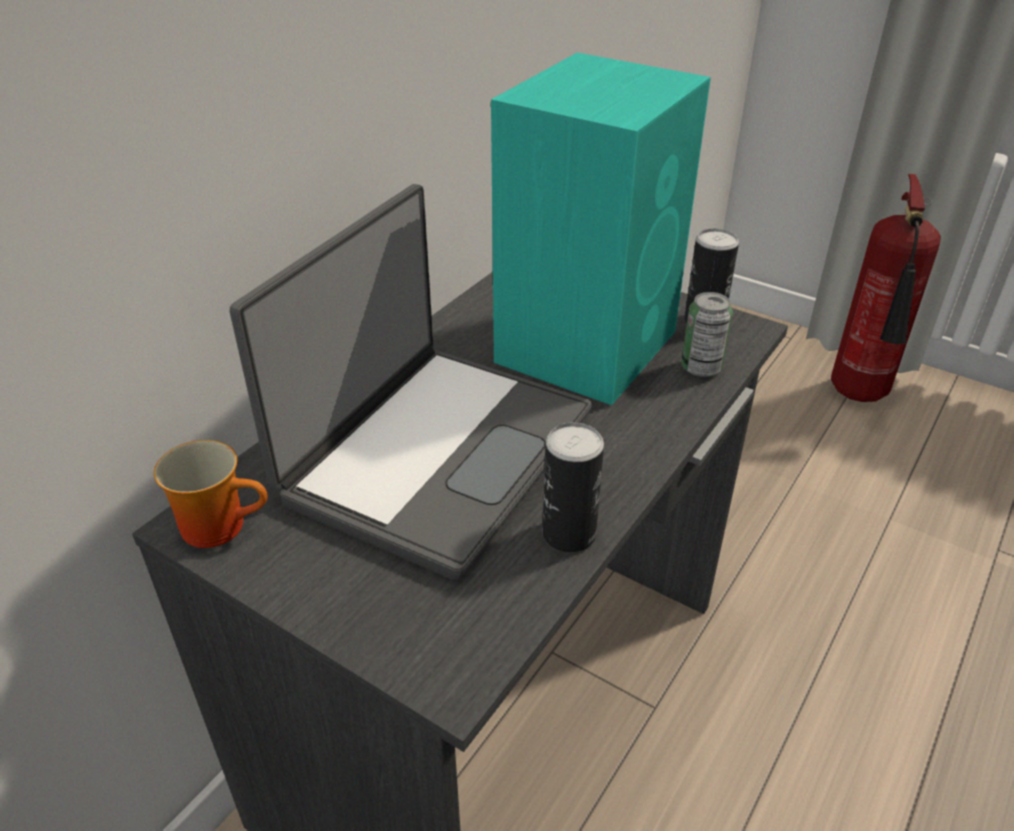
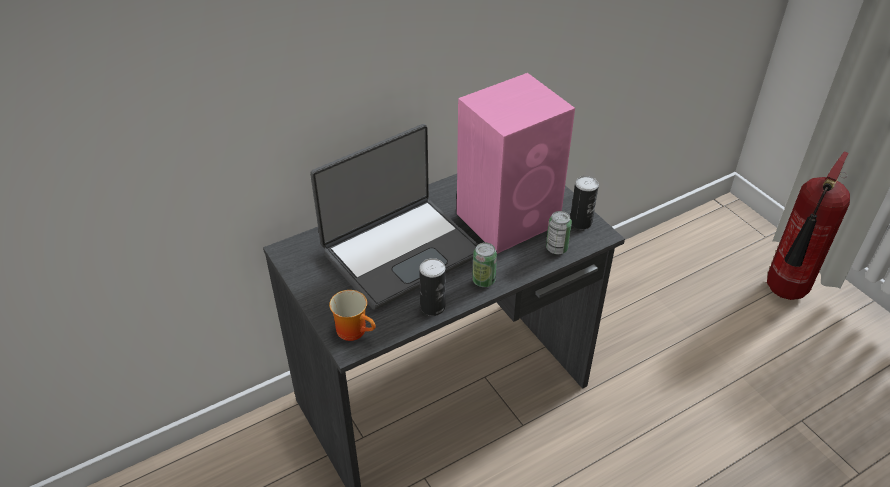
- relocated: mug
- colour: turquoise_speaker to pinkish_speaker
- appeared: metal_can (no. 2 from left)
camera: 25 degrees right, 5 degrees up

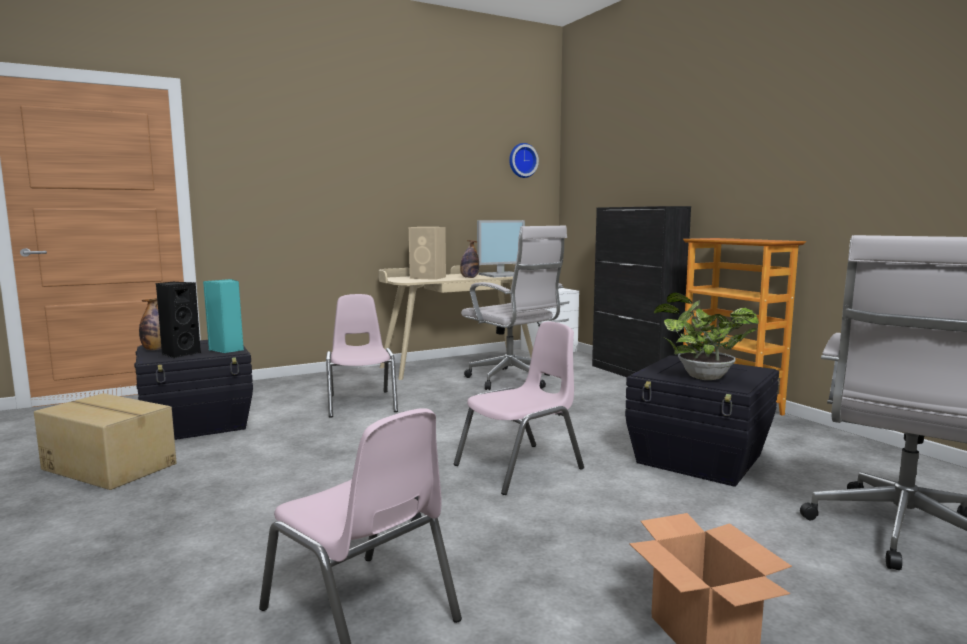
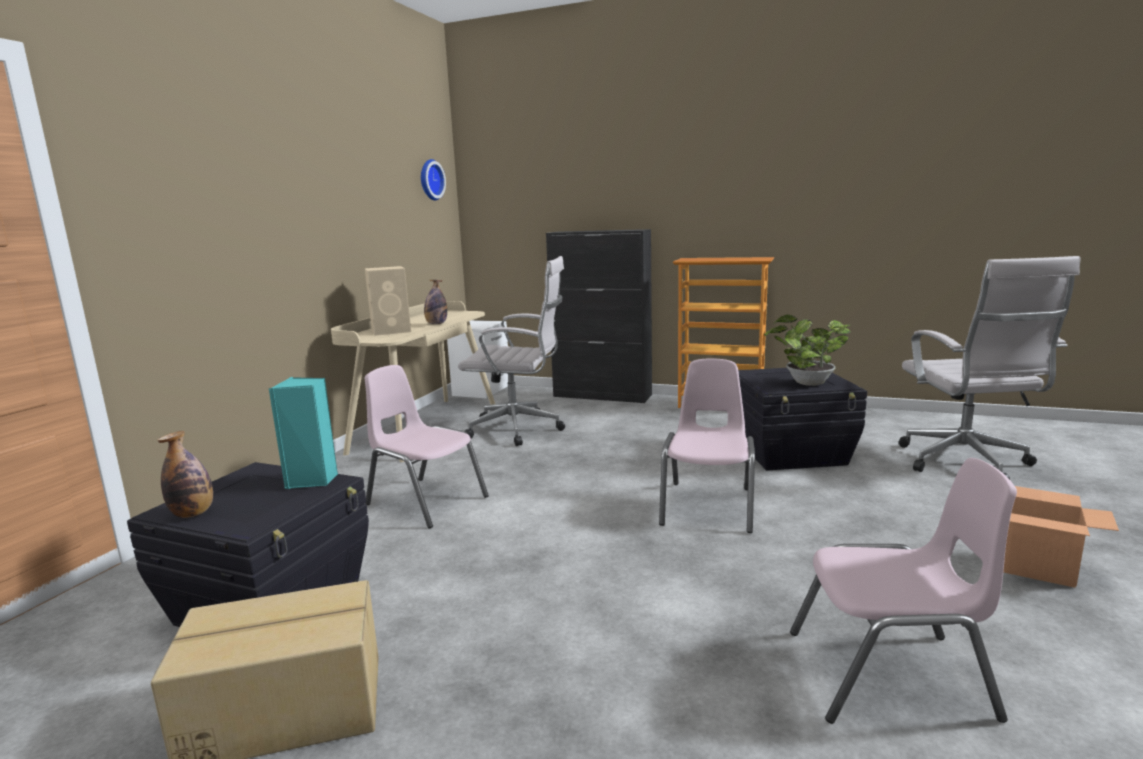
- missing: black_speaker
- missing: monitor
camera: 40 degrees left, 5 degrees up

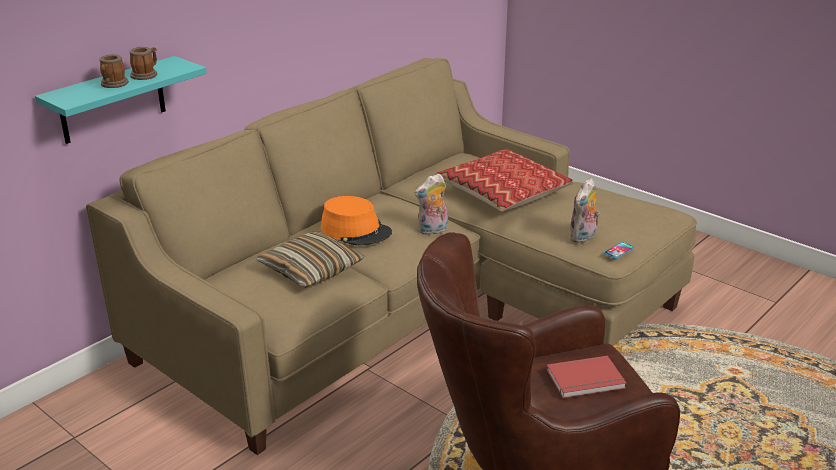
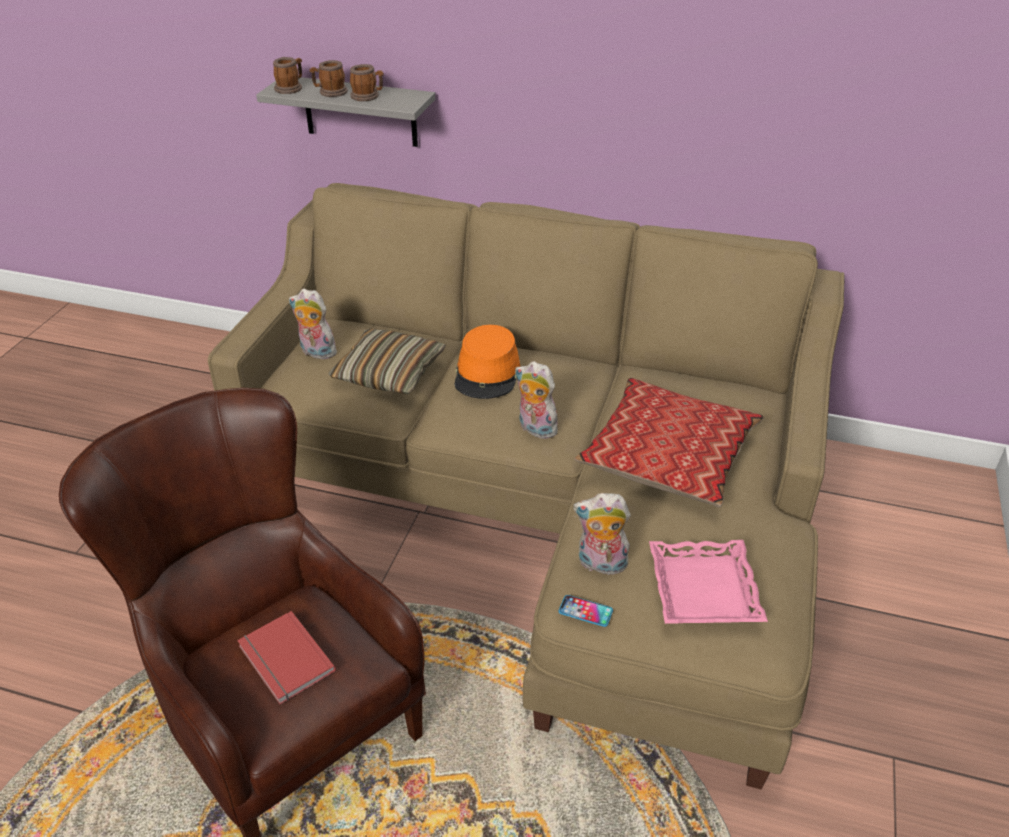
- colour: turquoise_wall_shelf to grey_wall_shelf
- appeared: mug (no. 1 from left)
- appeared: soft_toy (no. 1 from left)
- appeared: pinkish_serving_tray
camera: 65 degrees right, 10 degrees up

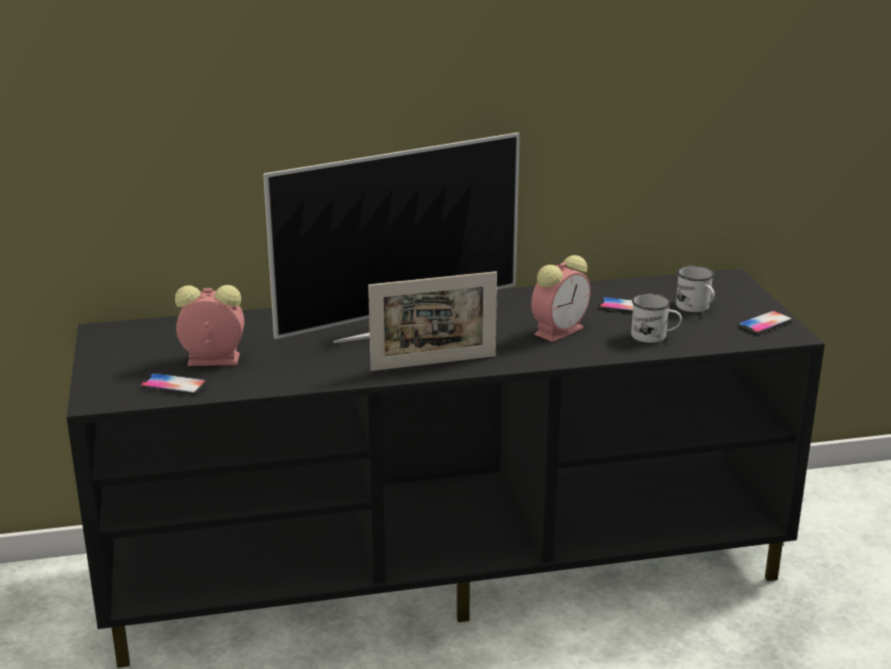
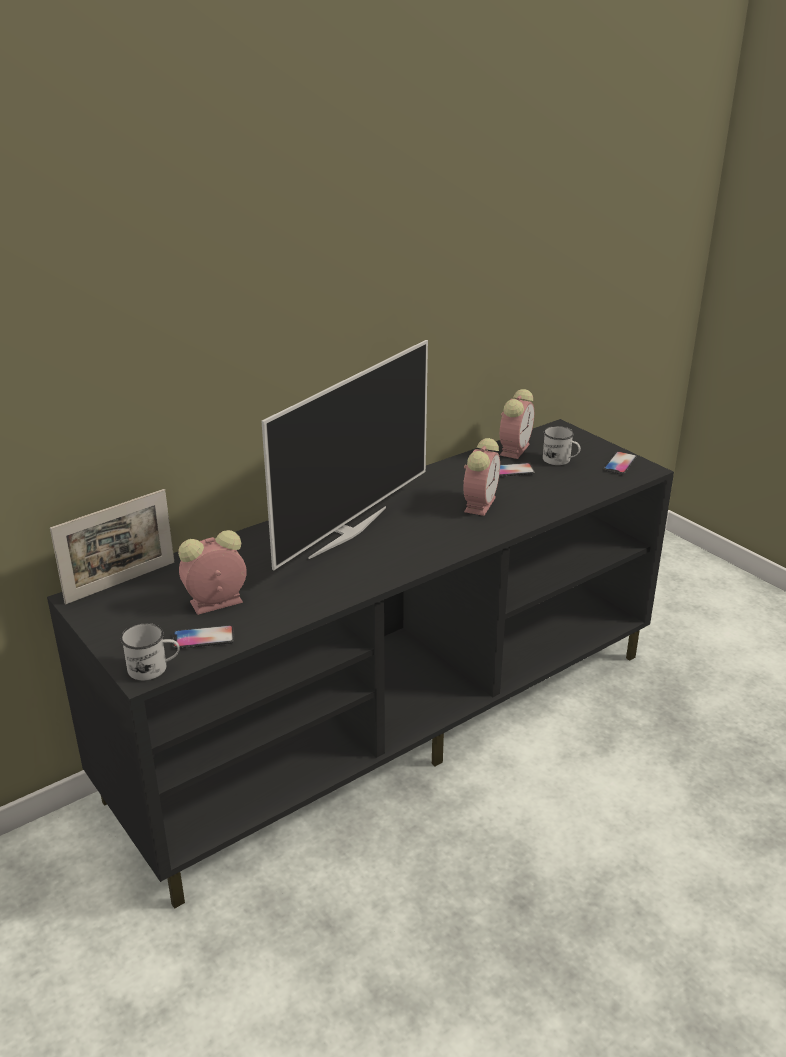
- relocated: standing_frame
- relocated: whitish_mug (no. 1 from left)
- appeared: bedside_clock (no. 3 from left)
camera: 25 degrees left, 5 degrees up

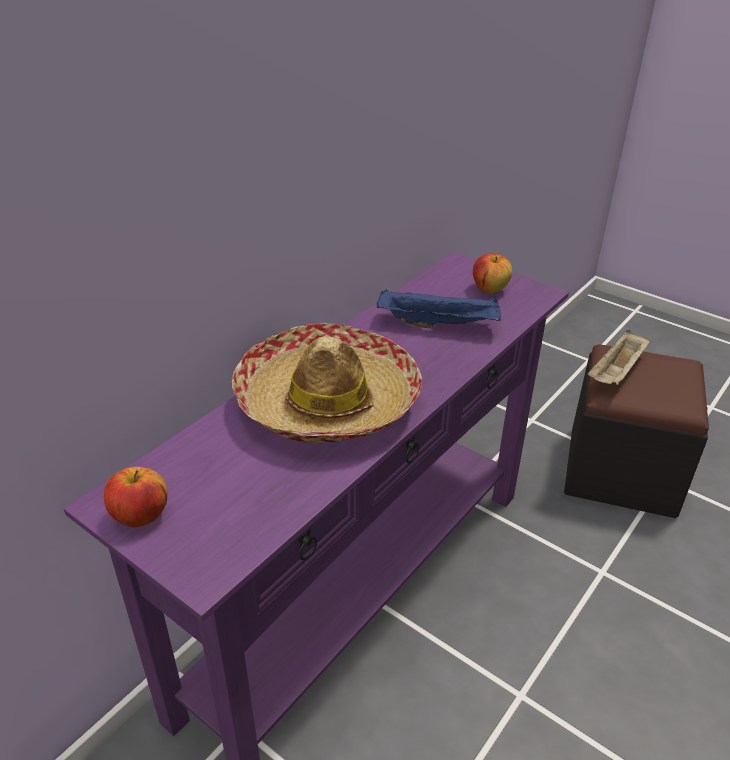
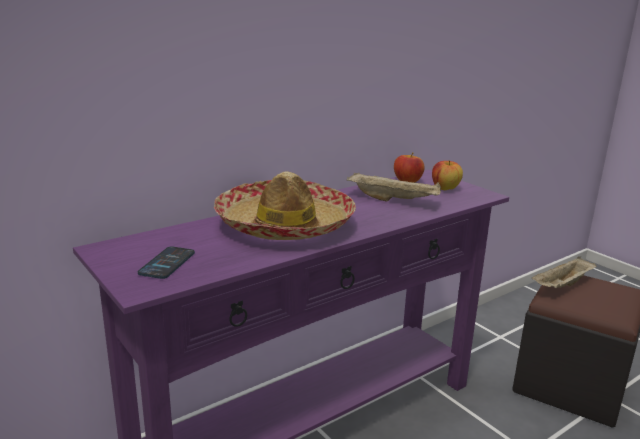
- relocated: apple (no. 1 from left)
- colour: blue_serving_tray to sand-coloured_serving_tray (no. 1 from left)
- appeared: handset
camera: 15 degrees right, 15 degrees down

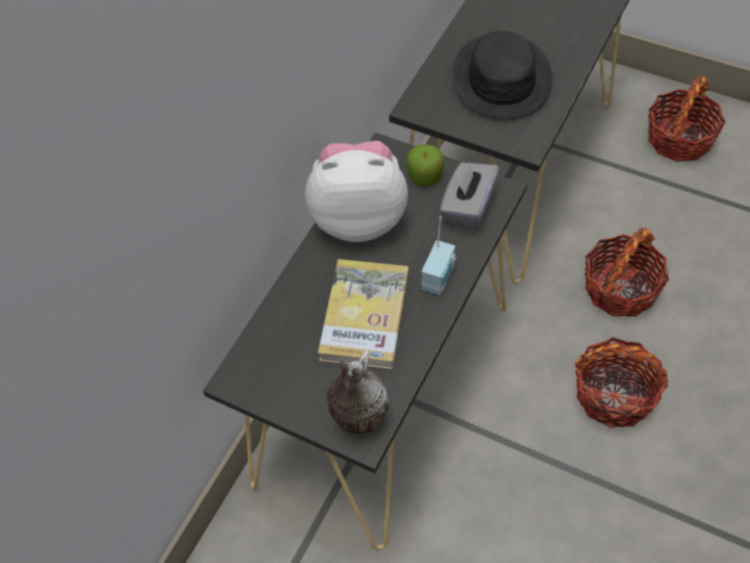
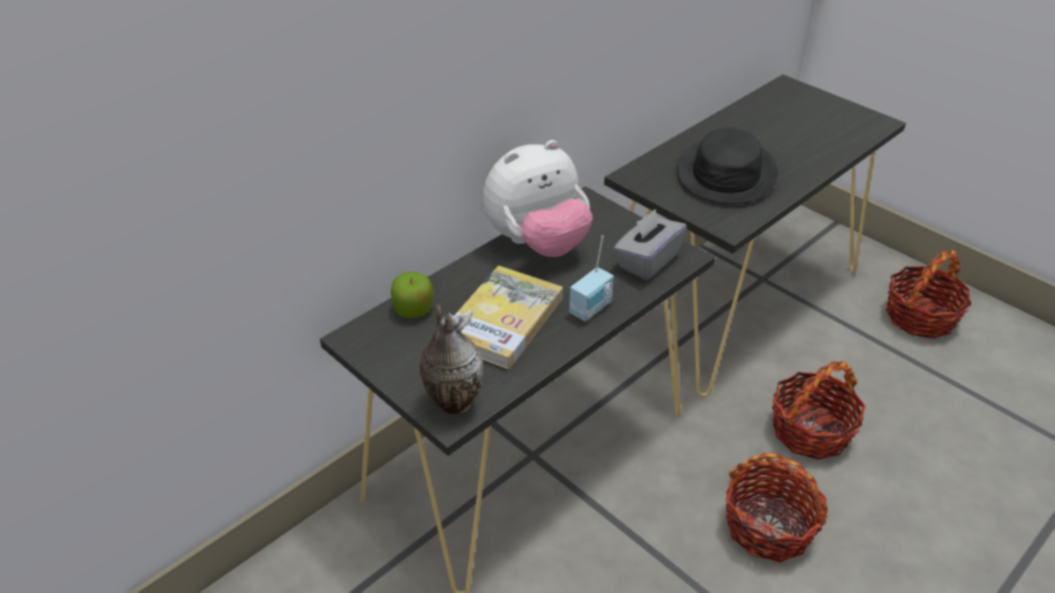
- spun: soft_toy 135 degrees clockwise
- relocated: apple
camera: 15 degrees right, 15 degrees down

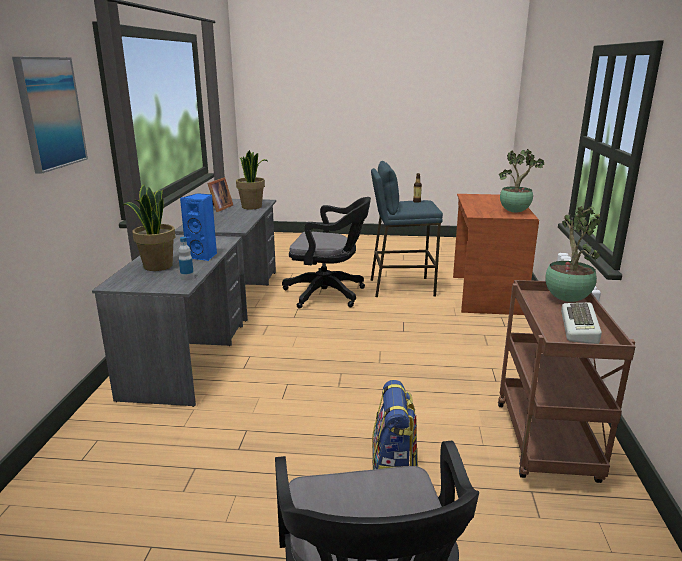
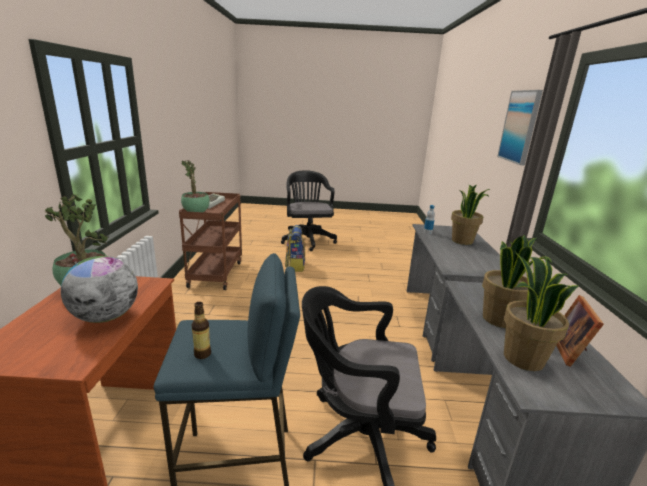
- missing: blue_speaker
- appeared: world_globe
- appeared: houseplant (no. 4 from left)
camera: 175 degrees right, 0 degrees up

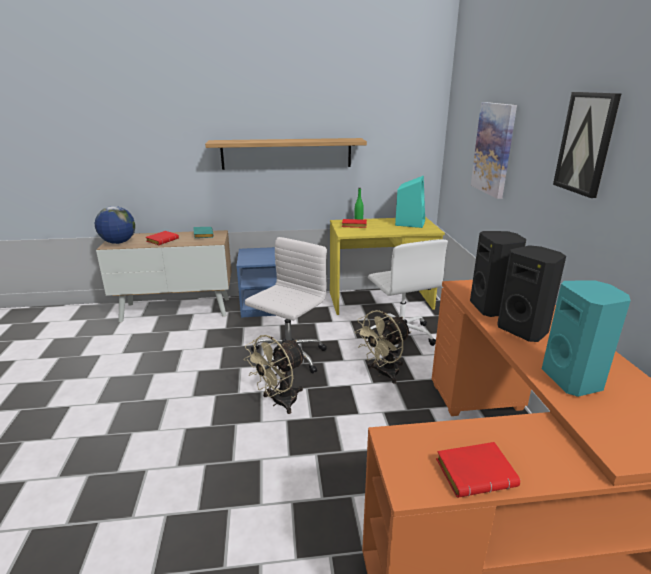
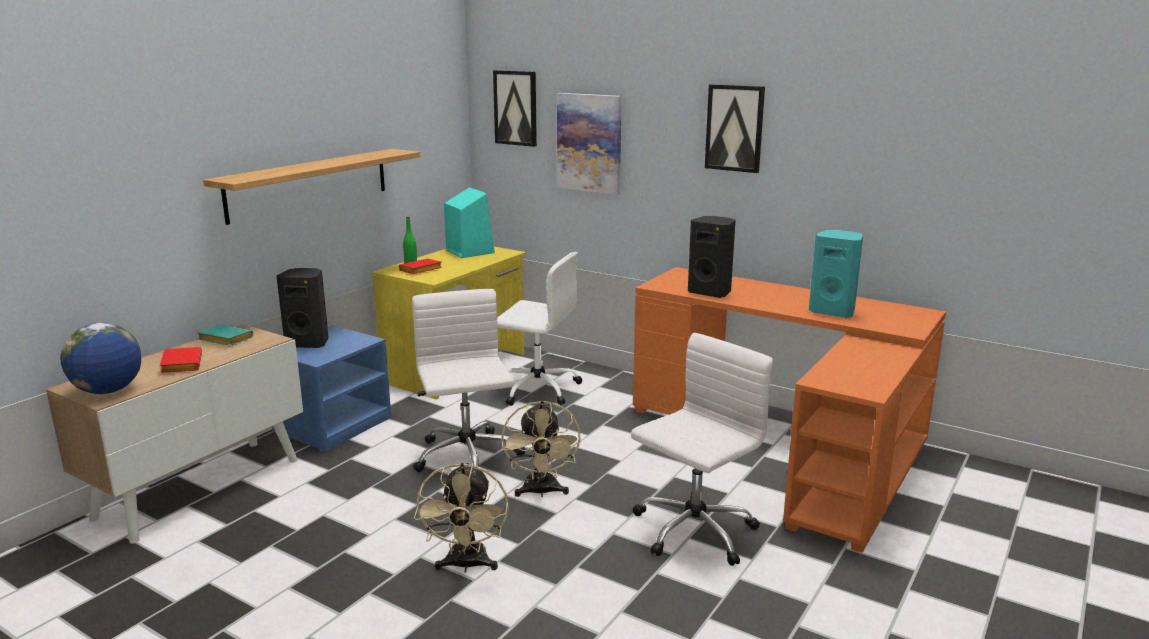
- relocated: sand-coloured_fan (no. 2 from left in the first image) to sand-coloured_fan (no. 1 from left)
- missing: red-coloured_bound_book (no. 3 from left)
- relocated: black_speaker (no. 2 from left in the first image) to black_speaker (no. 1 from left)
- appeared: picture (no. 1 from left)
- appeared: whitish_office_chair (no. 3 from left)
camera: 50 degrees left, 5 degrees down

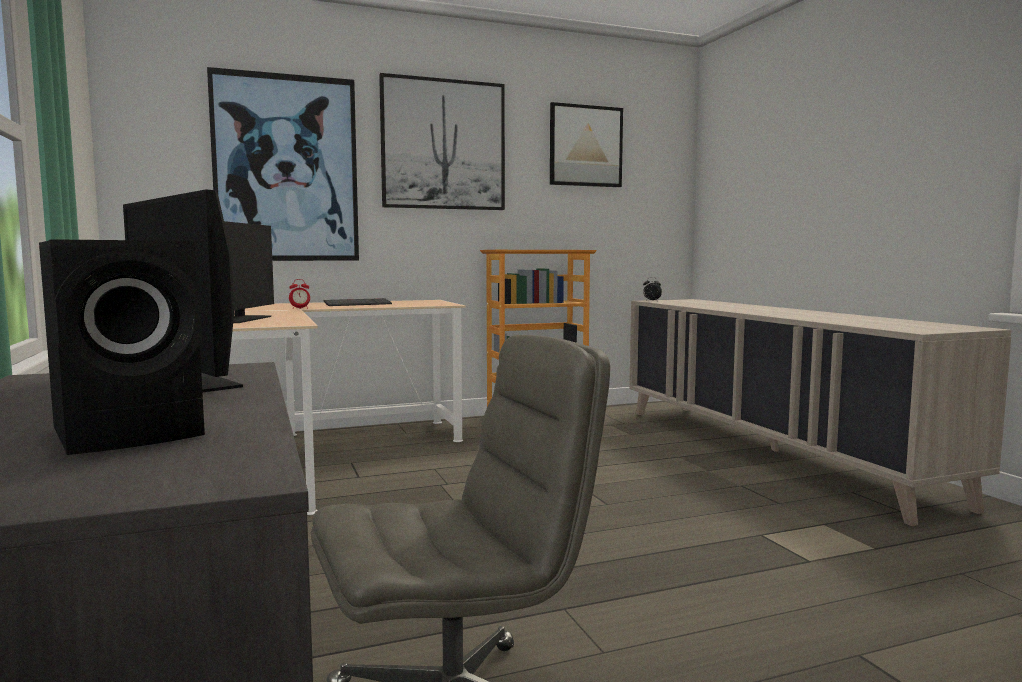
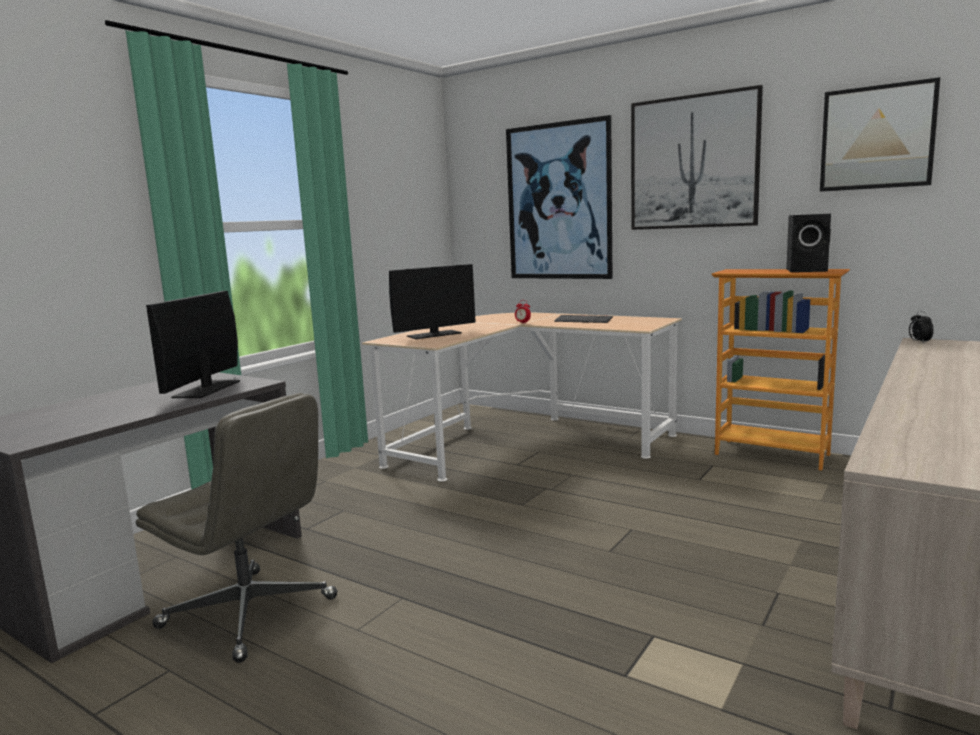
- relocated: black_speaker
camera: 55 degrees right, 5 degrees up

